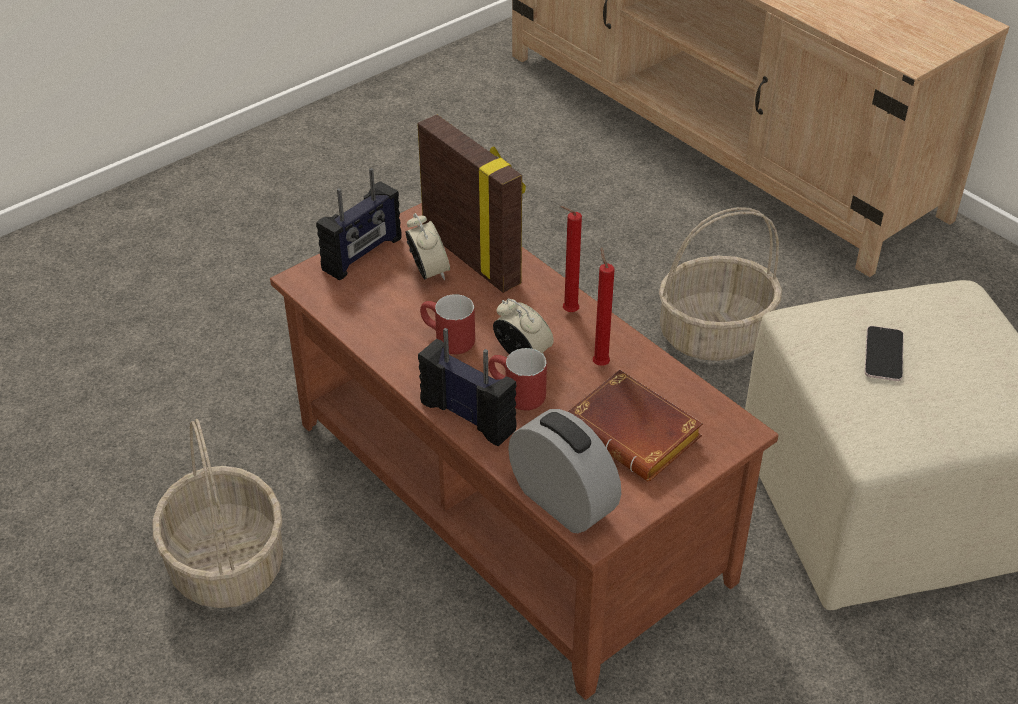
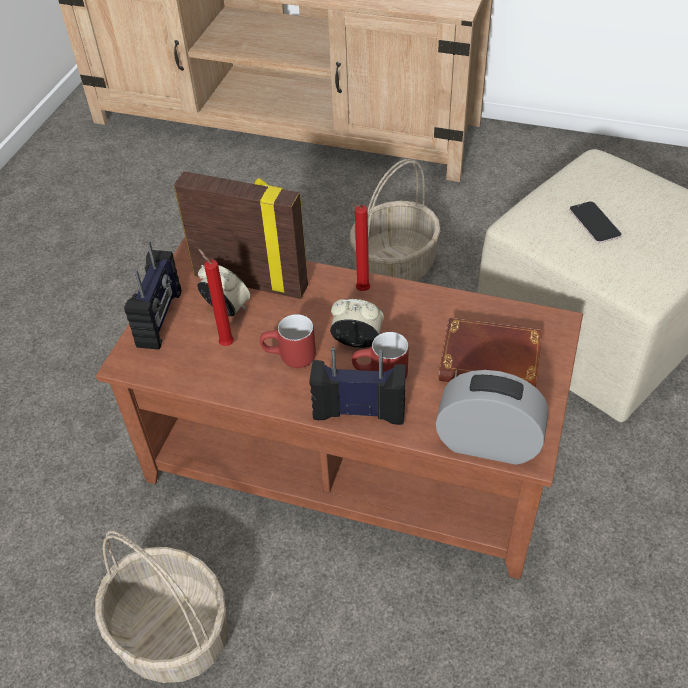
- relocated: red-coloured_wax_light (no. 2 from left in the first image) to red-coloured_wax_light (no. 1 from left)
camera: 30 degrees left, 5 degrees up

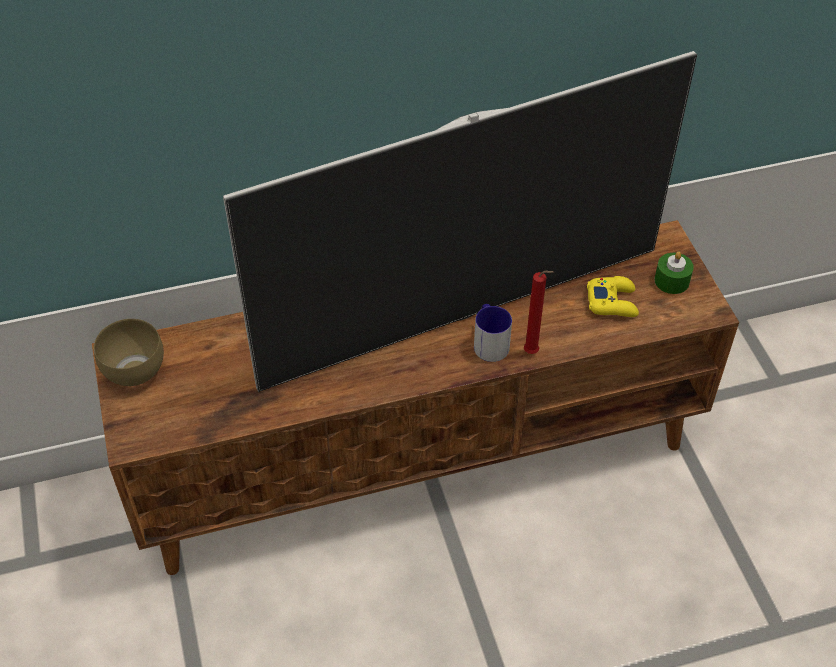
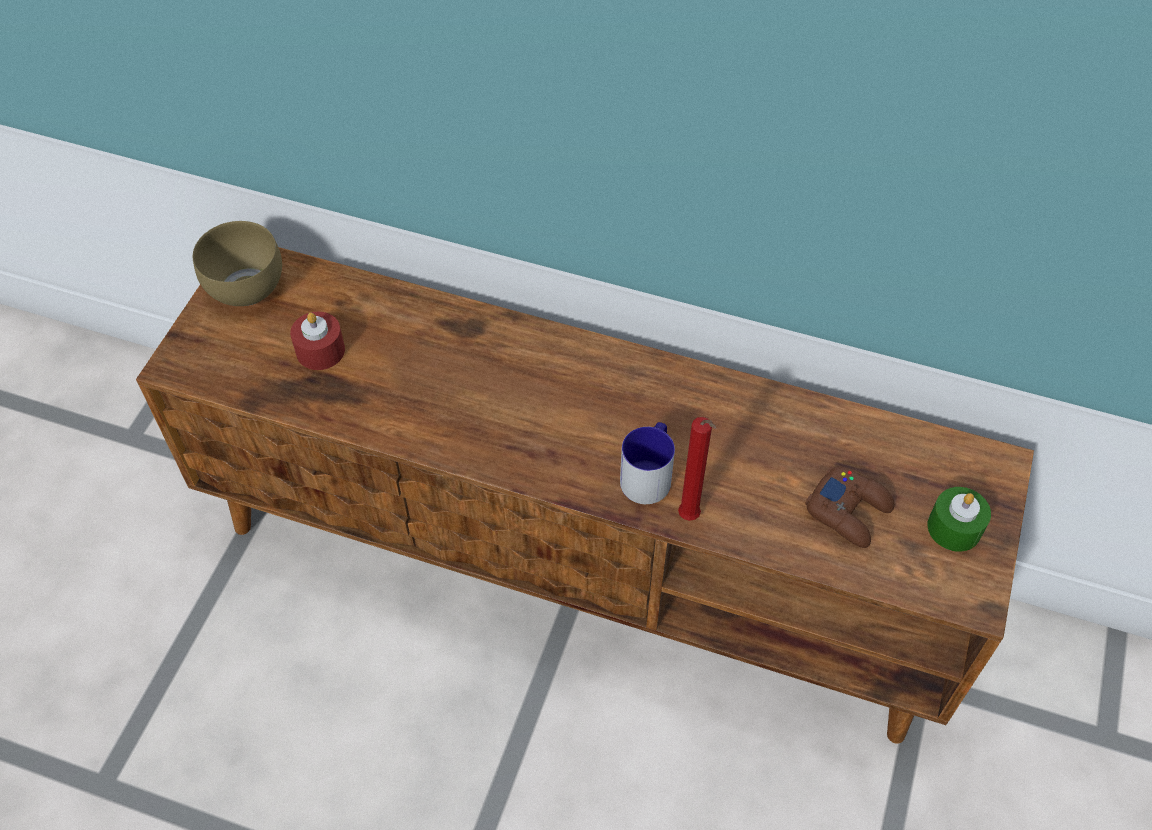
- missing: TV
- colour: yellowish_joypad to brown-coloured_joypad
- appeared: red-coloured_wax_light (no. 1 from left)
camera: 35 degrees right, 5 degrees up

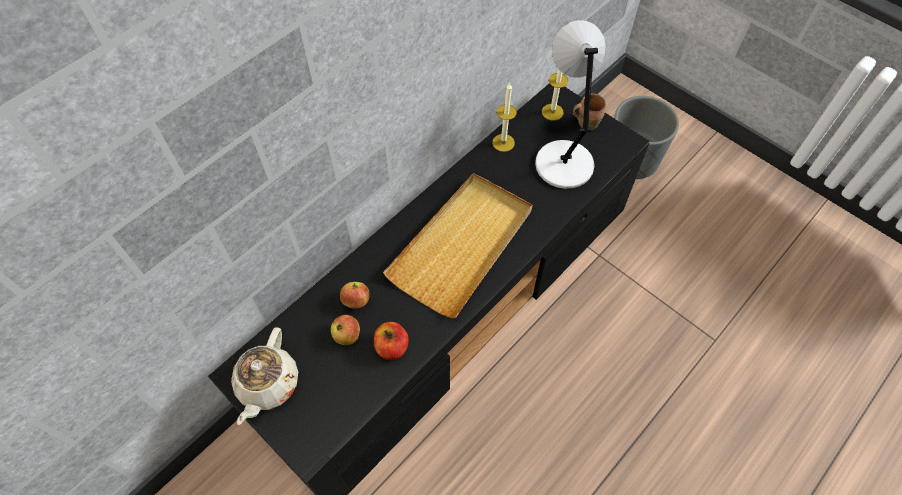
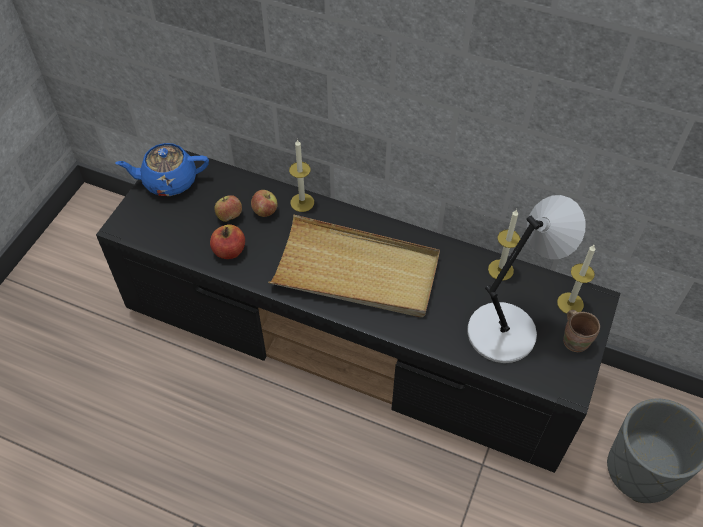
- colour: sand-coloured_teapot to blue_teapot
- appeared: wax_light (no. 1 from left)
camera: 70 degrees right, 5 degrees down

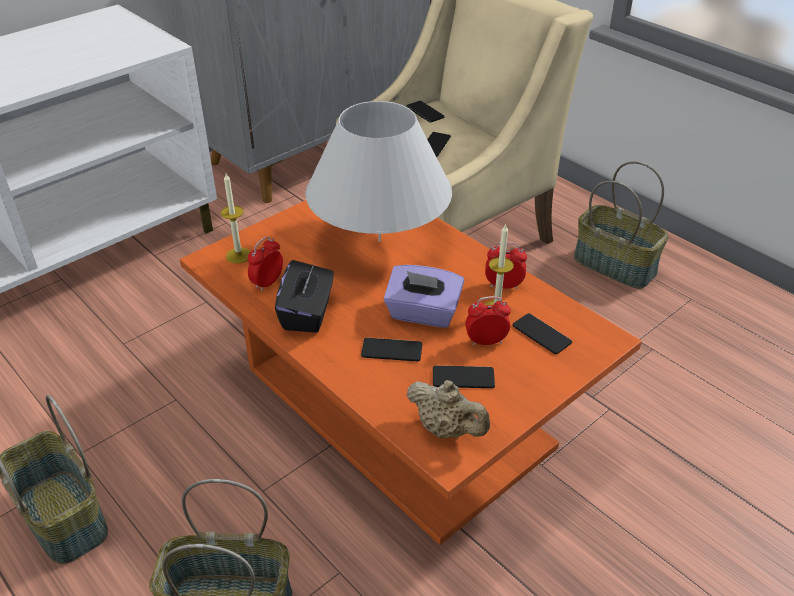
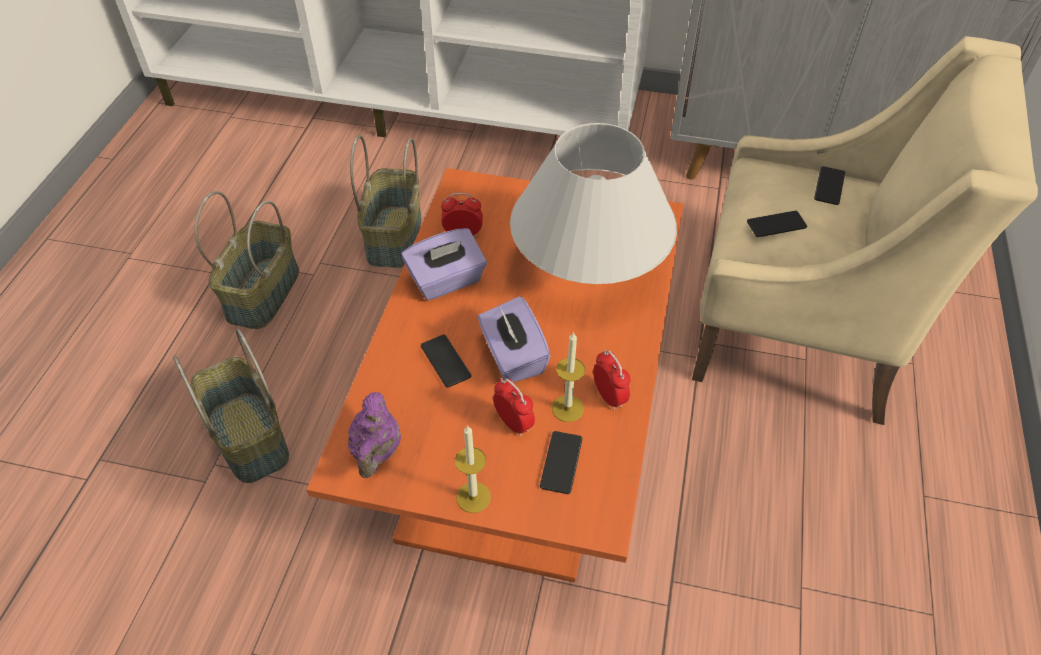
- relocated: wax_light (no. 1 from left)
- colour: black_box_of_tissues to purple-coloured_box_of_tissues (no. 1 from left)
- colour: sand-coloured_teapot to purple-coloured_teapot
- missing: handset (no. 4 from left)
- relocated: storage_basket (no. 3 from left)
camera: 55 degrees right, 10 degrees up

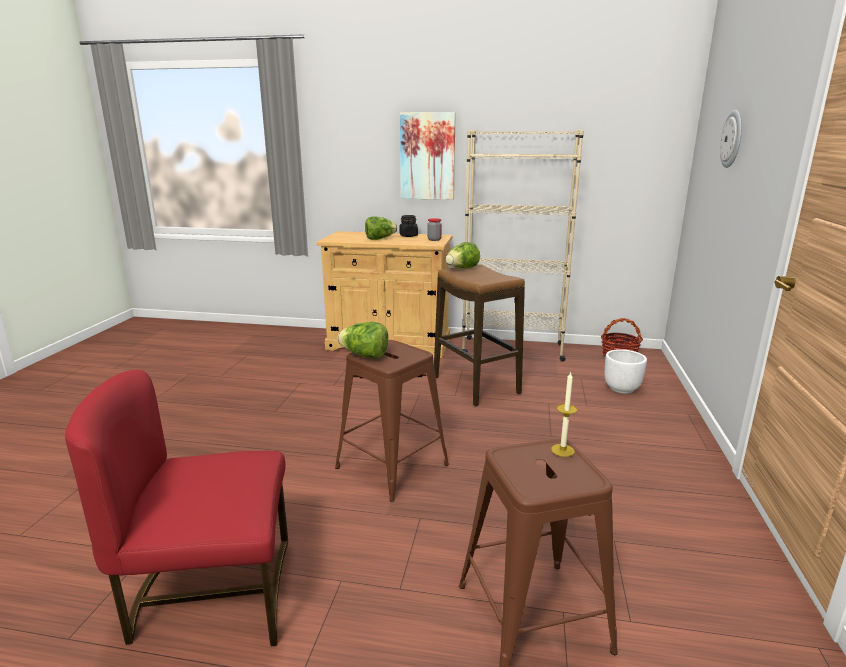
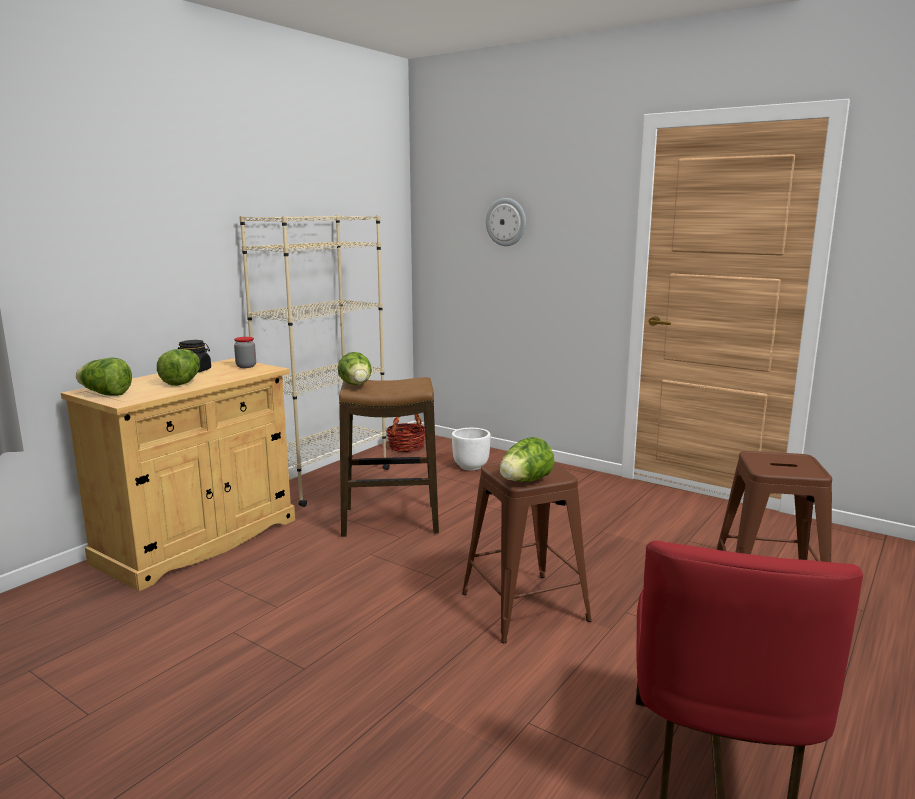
- missing: picture
- missing: wax_light
- appeared: head_of_lettuce (no. 1 from left)
camera: 65 degrees left, 5 degrees down

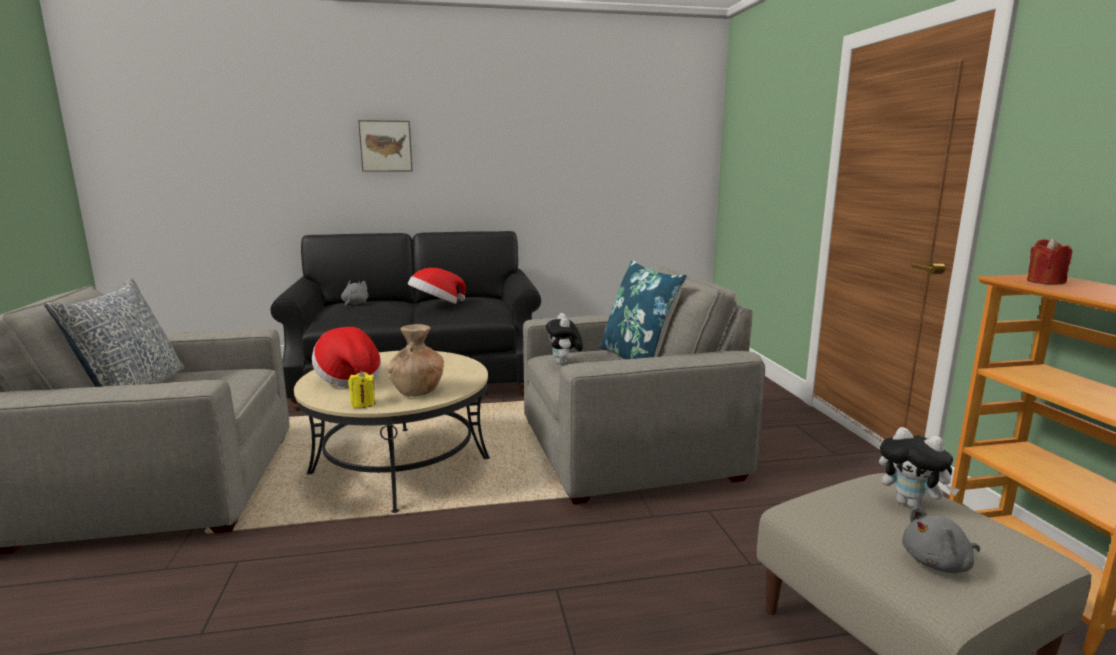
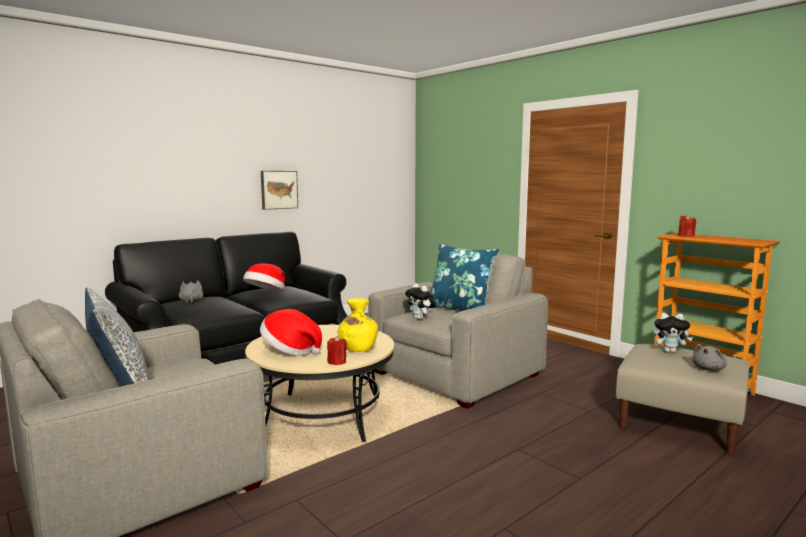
- colour: yellowish_wax_light to red-coloured_wax_light (no. 1 from left)
- relocated: picture
- colour: brown-coloured_decorative_vase to yellowish_decorative_vase
camera: 30 degrees left, 5 degrees down

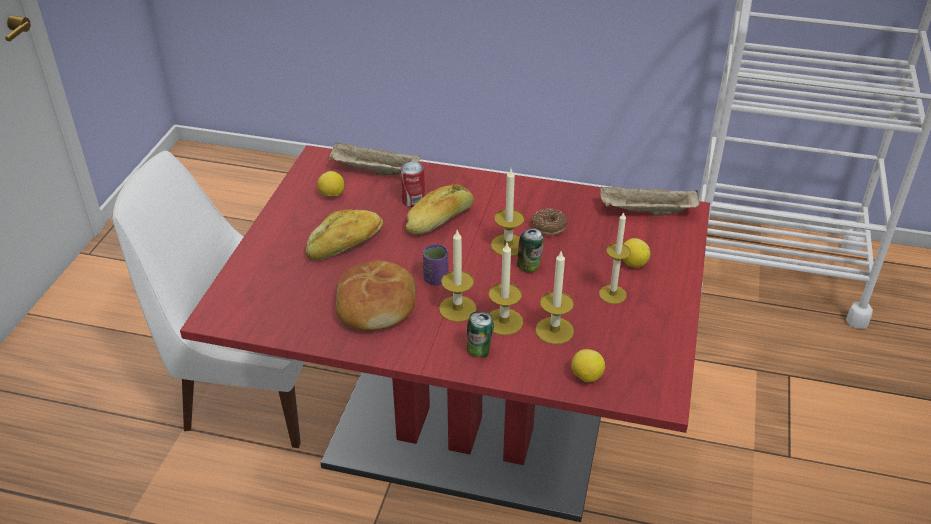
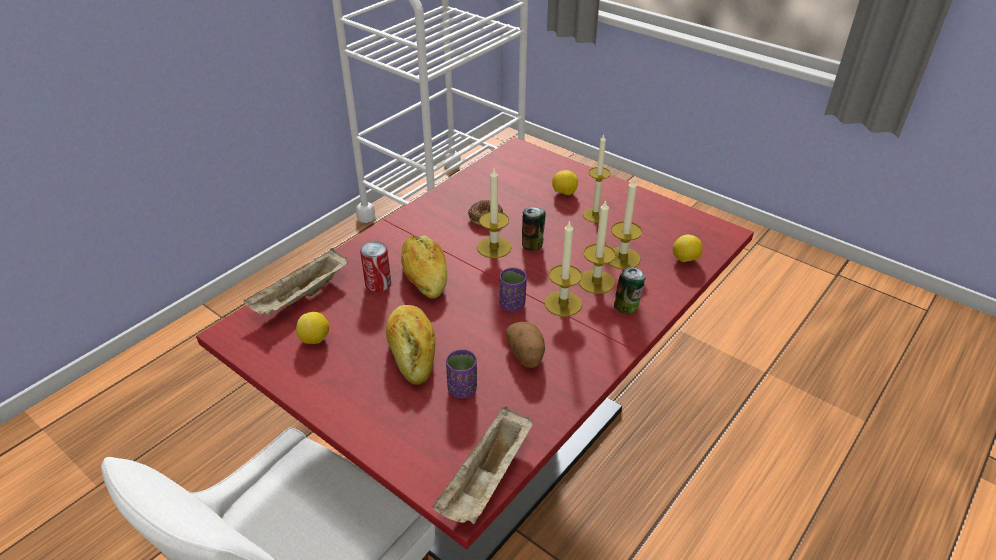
- exchanged: baked_bread (no. 2 from left) to whole_potato
- relocated: sand-coloured_serving_tray (no. 2 from left)
- appeared: purple-coloured_small_cup (no. 1 from left)
camera: 65 degrees left, 0 degrees up

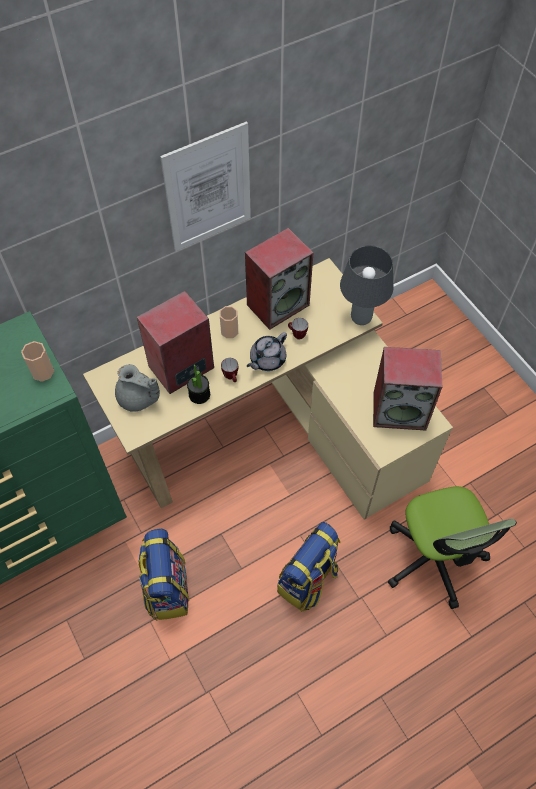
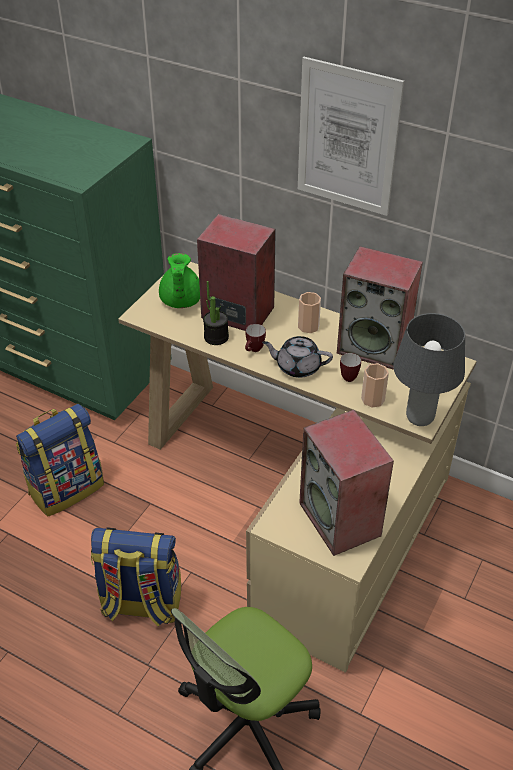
- relocated: small_cup (no. 1 from left in the first image) to small_cup (no. 2 from left)
- colour: grey_teapot (no. 1 from left) to green-coloured_teapot
camera: 60 degrees right, 15 degrees down

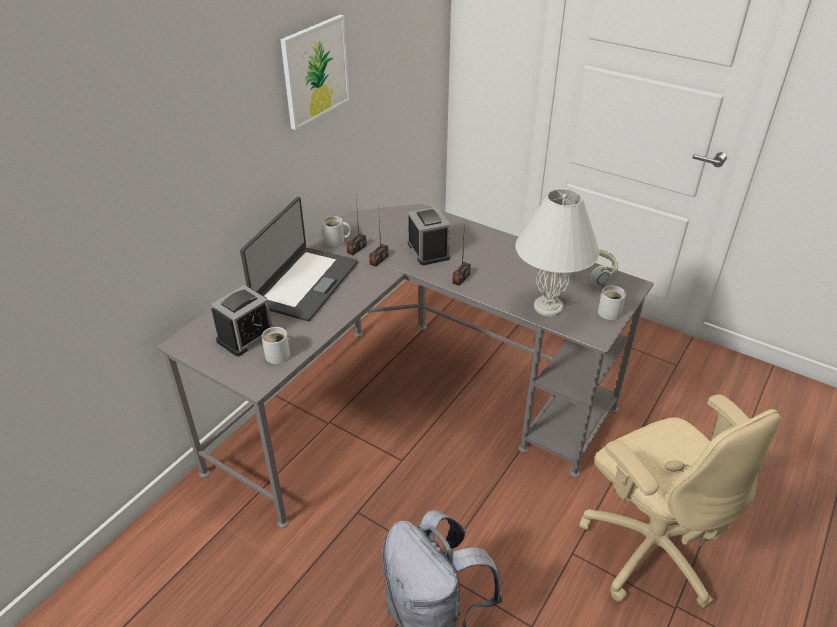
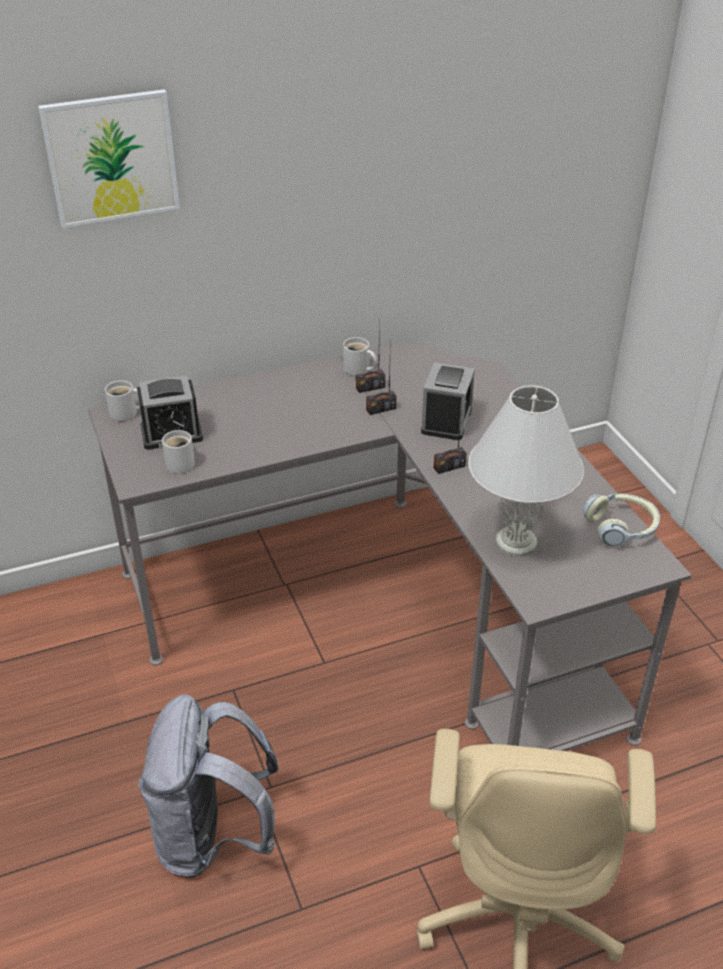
- missing: portable_computer
- relocated: picture
- relocated: whitish_mug (no. 3 from left in the first image) to whitish_mug (no. 1 from left)
camera: 35 degrees right, 0 degrees up

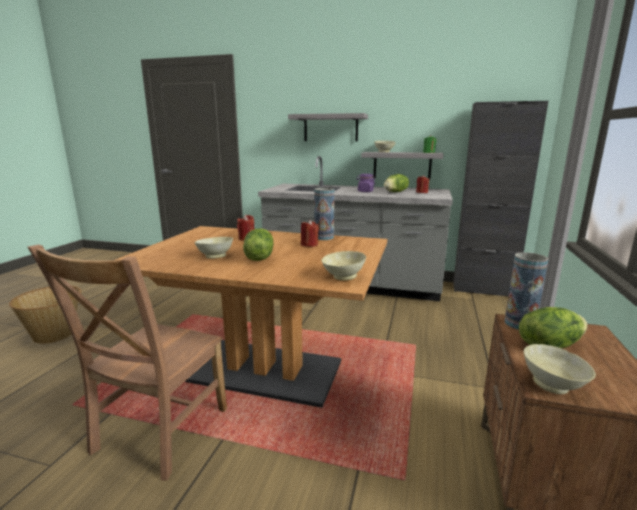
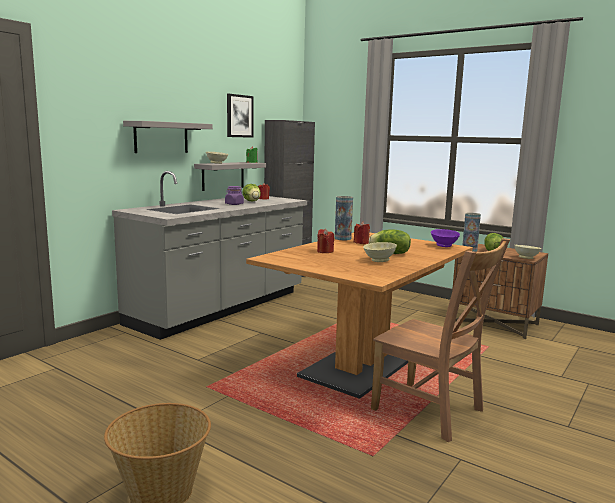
- colour: sand-coloured_bowl (no. 2 from left) to purple-coloured_bowl
- appeared: picture
camera: 70 degrees left, 5 degrees down

